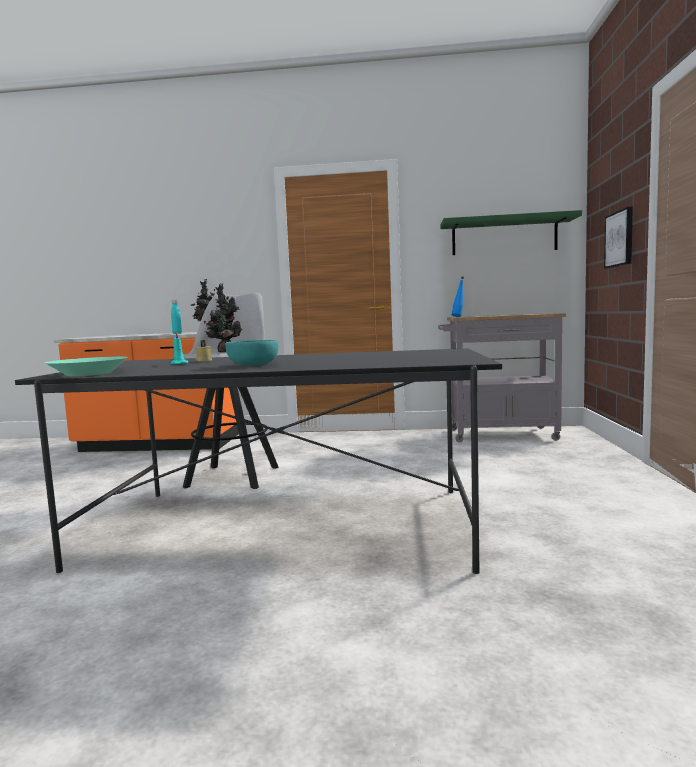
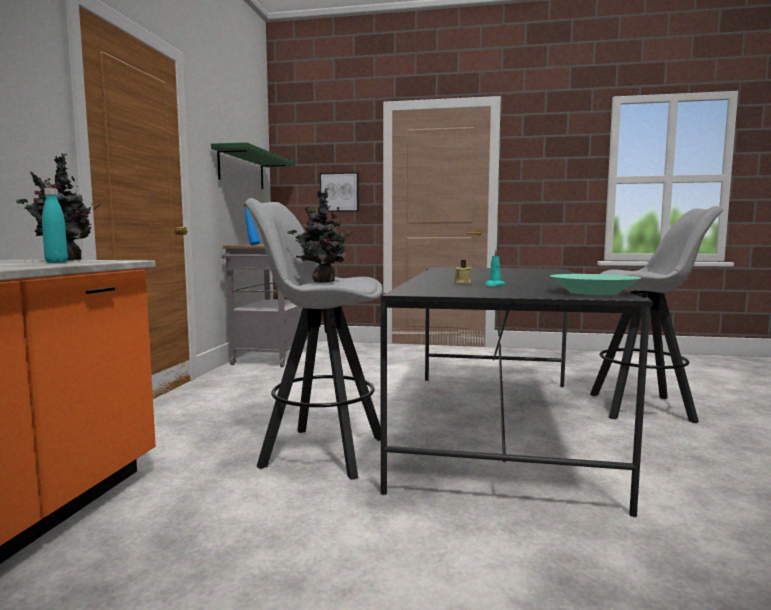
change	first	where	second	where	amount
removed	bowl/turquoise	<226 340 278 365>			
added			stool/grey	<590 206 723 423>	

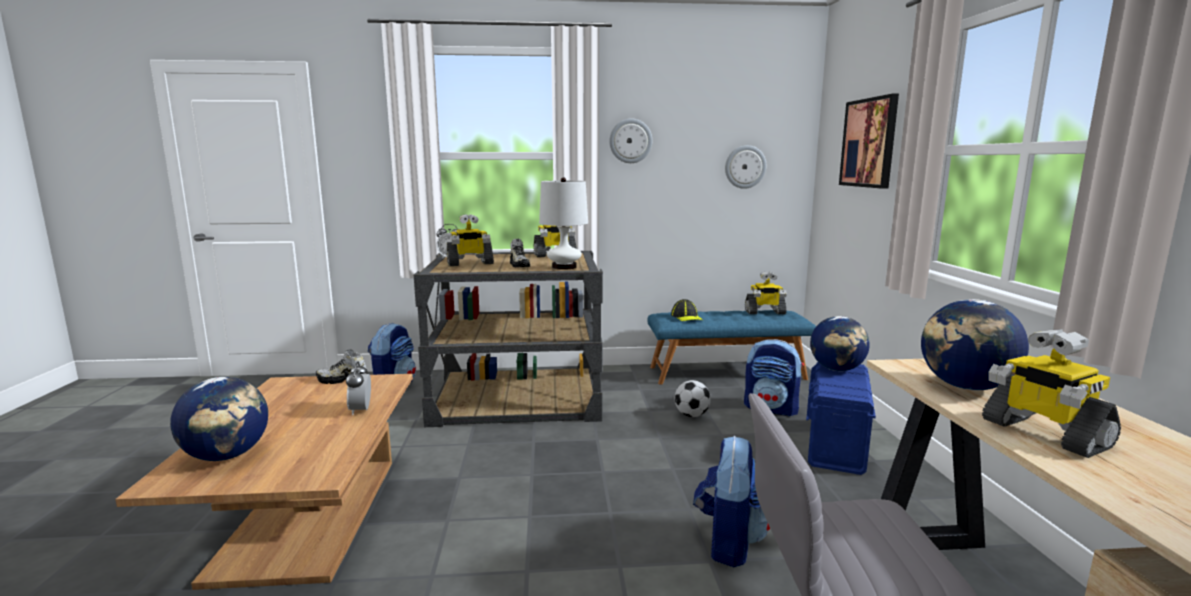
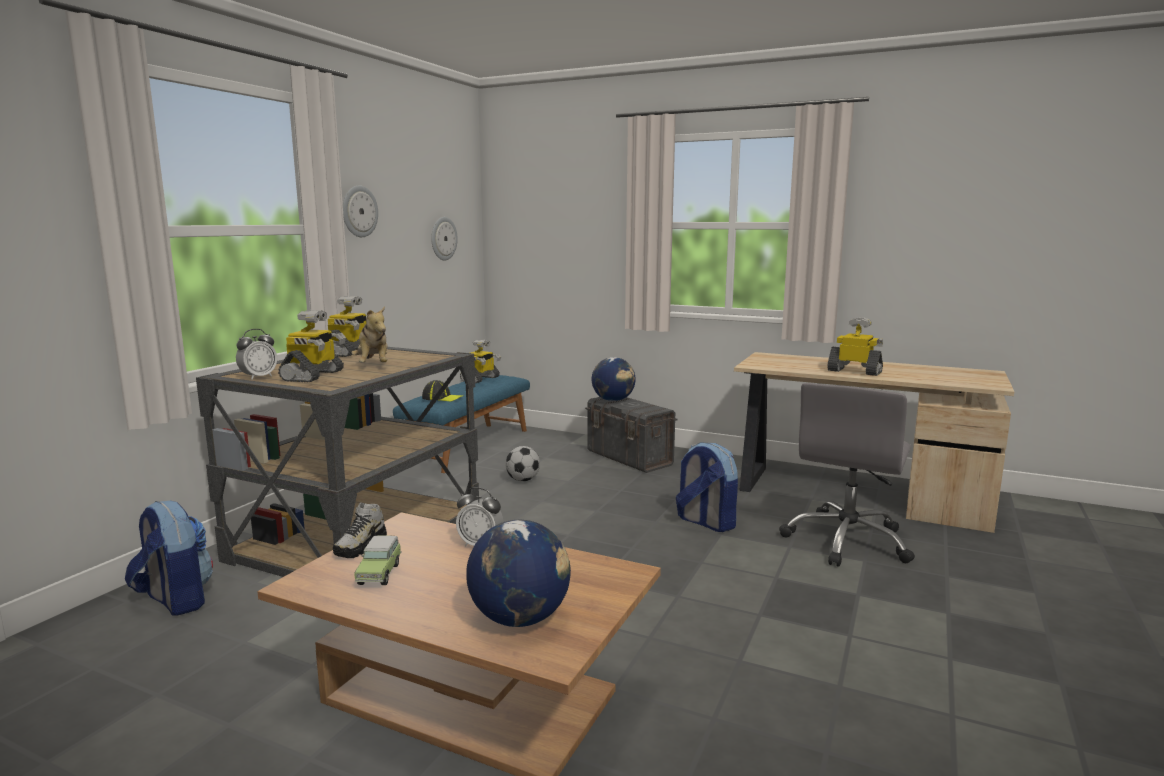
change	first	where	second	where	amount
removed	picture	<839 94 899 189>			
removed	table lamp/white	<539 177 588 270>			
replaced	shoe	<510 239 530 267>	plush toy	<351 306 387 362>	
removed	globe	<921 299 1029 391>			
turned	toy robot	<982 329 1121 458>		<827 317 883 376>	150 degrees counterclockwise
removed	backpack	<744 339 804 416>			
recoloured	storage box/blue	<806 362 876 475>	storage box/grey	<585 397 678 473>	
added			toy car	<354 535 402 585>	

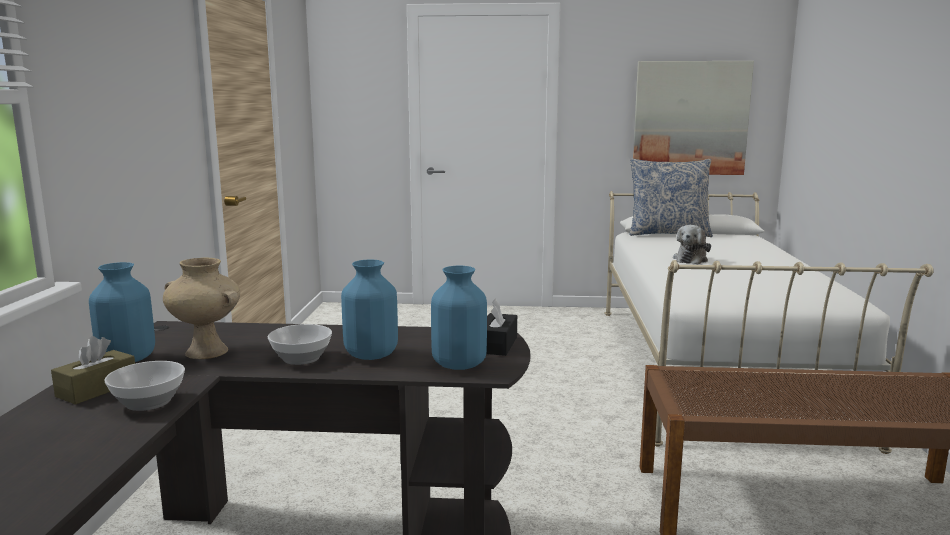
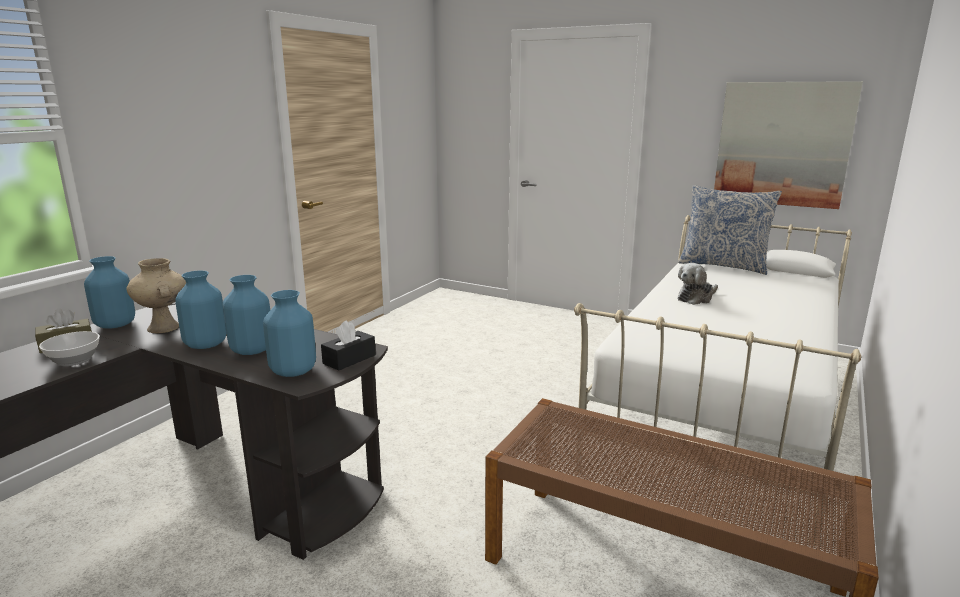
change	first	where	second	where	amount
replaced	bowl	<268 324 332 365>	vase/blue	<175 271 226 349>	

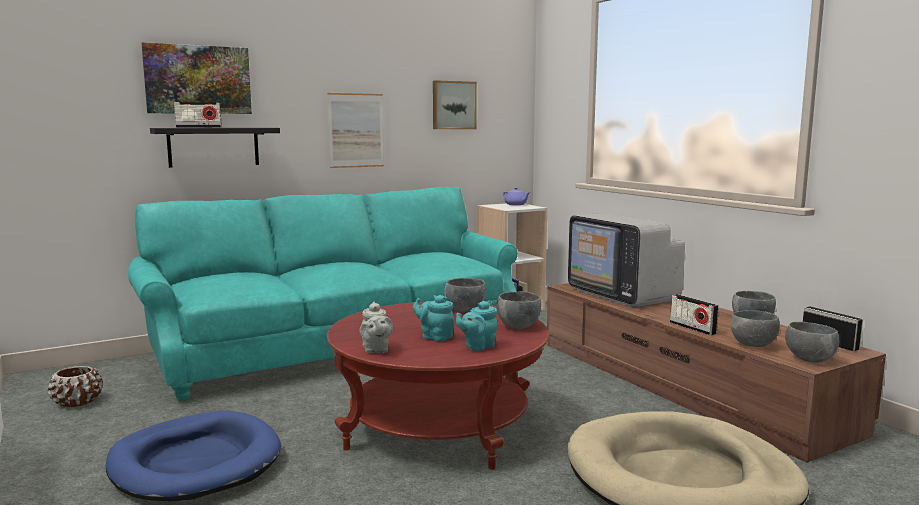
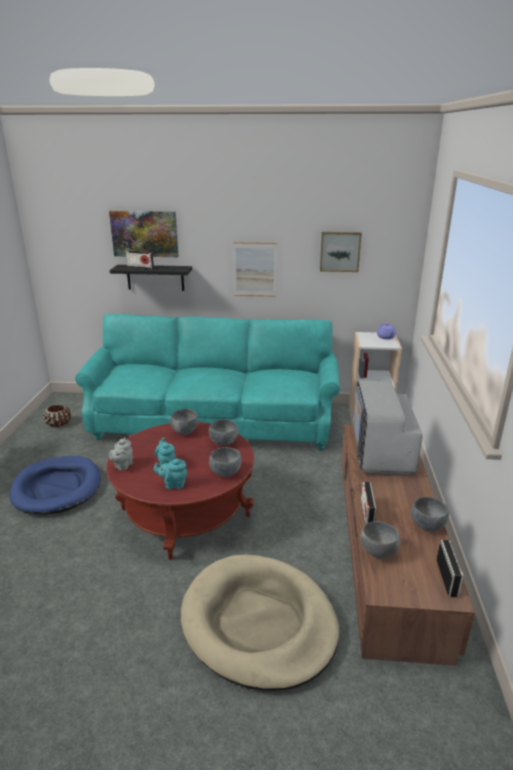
change	first	where	second	where	amount
moved	bowl/grey	<785 322 839 363>		<170 409 198 435>	

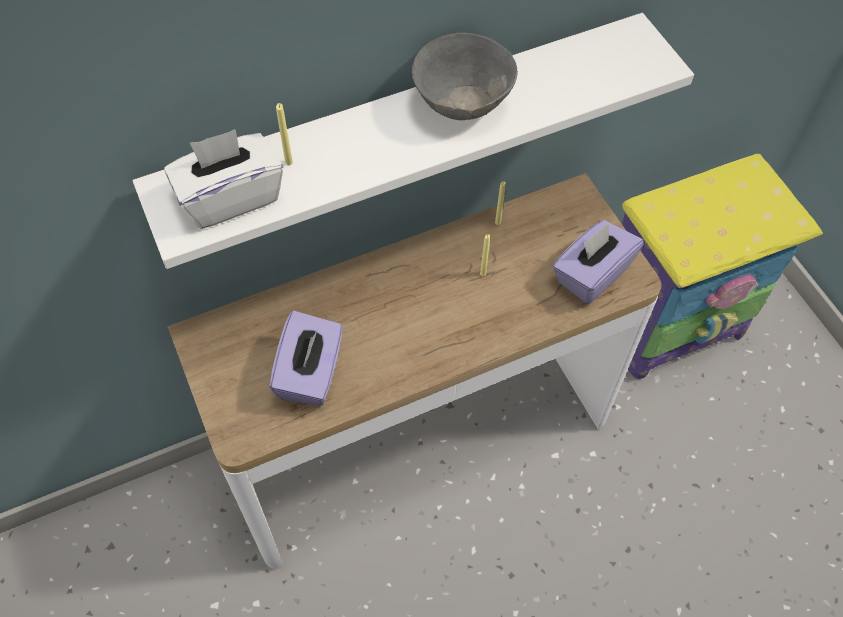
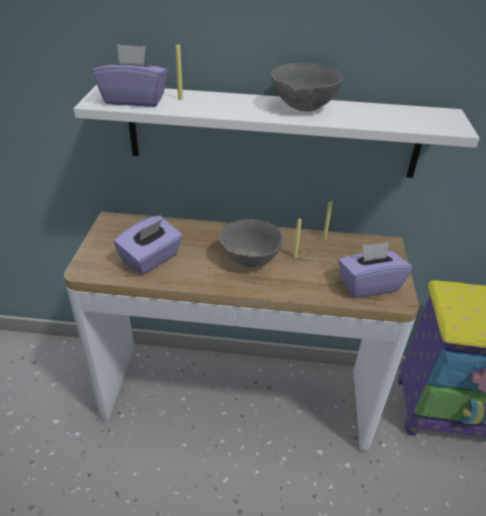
change	first	where	second	where	amount
recoloured	tissue box/white	<164 129 283 229>	tissue box/purple	<92 44 168 107>	
added			bowl/grey	<219 219 283 268>	

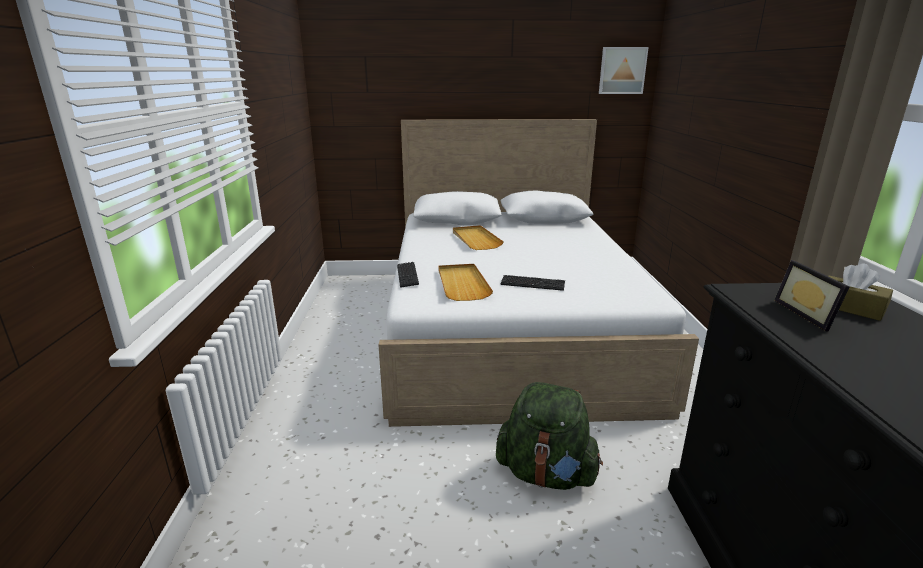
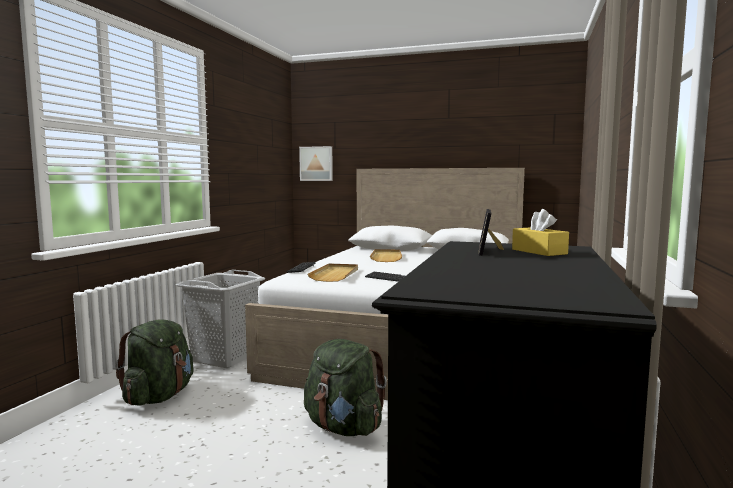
change	first	where	second	where	amount
moved	picture	<599 47 649 94>		<299 146 333 181>	
recoloured	tissue box/brown	<828 263 893 321>	tissue box/yellow	<512 209 569 256>	
added			laundry basket/grey	<175 269 266 368>	
added			backpack/green	<115 319 194 406>	

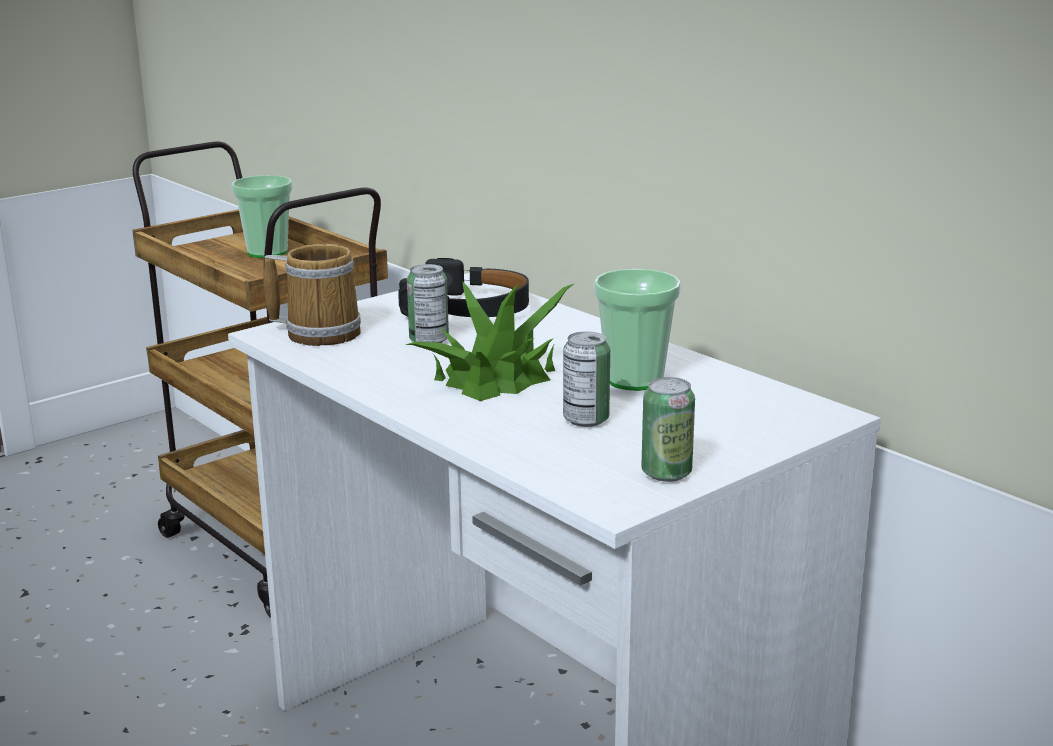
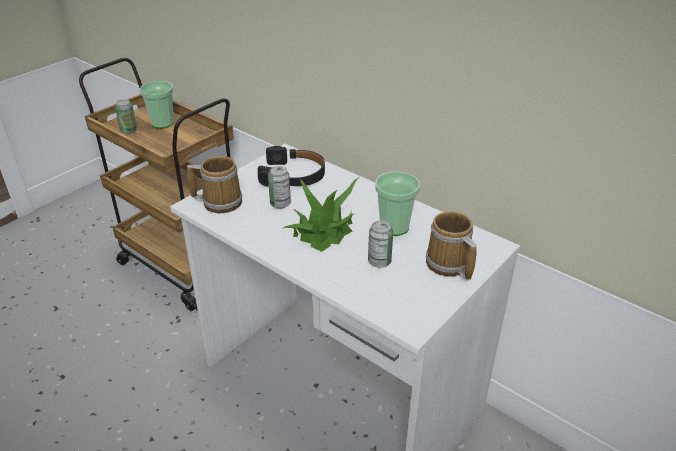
change	first	where	second	where	amount
moved	can	<641 377 695 482>		<115 99 137 134>	
added			mug	<426 211 476 280>	

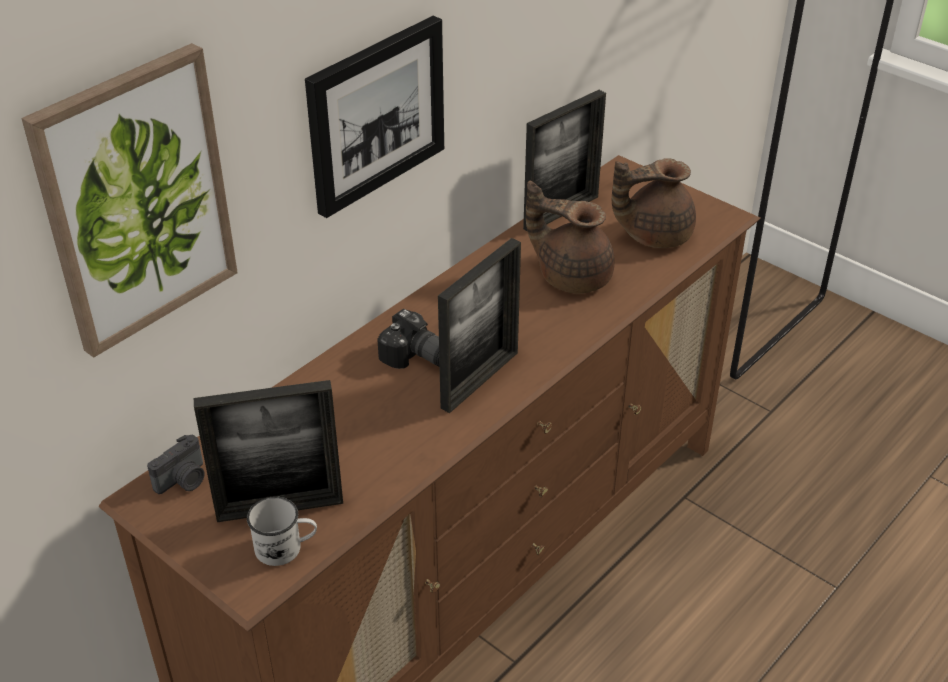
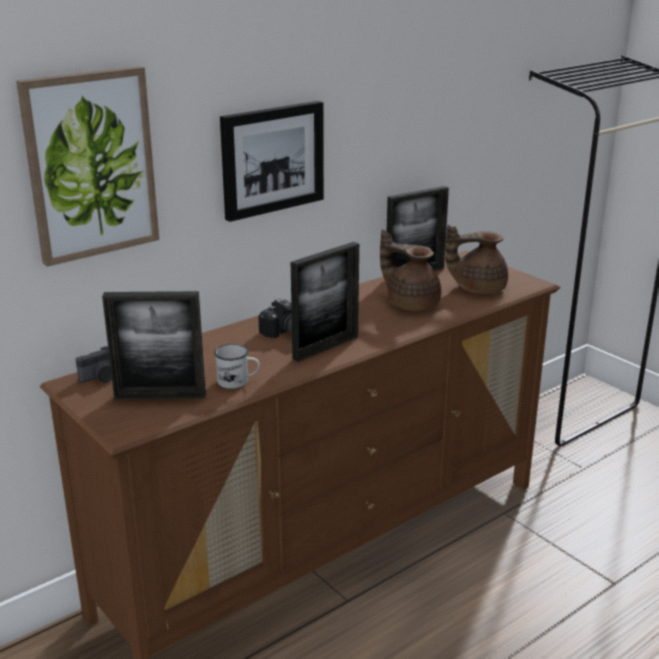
change	first	where	second	where	amount
moved	mug/white	<247 496 317 566>		<214 344 260 389>	

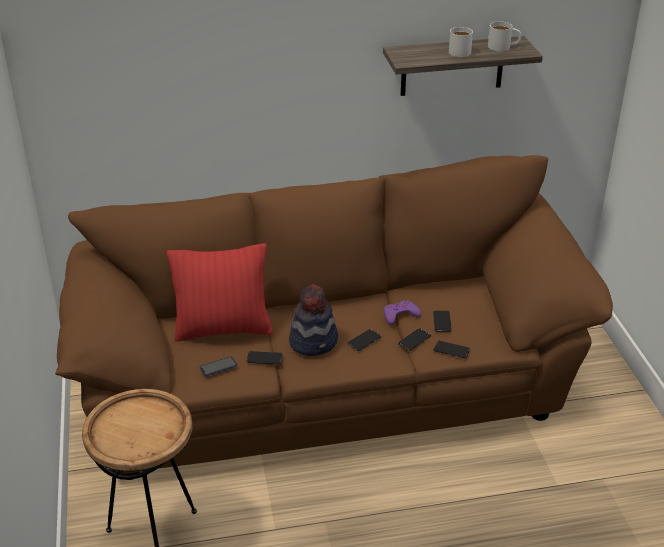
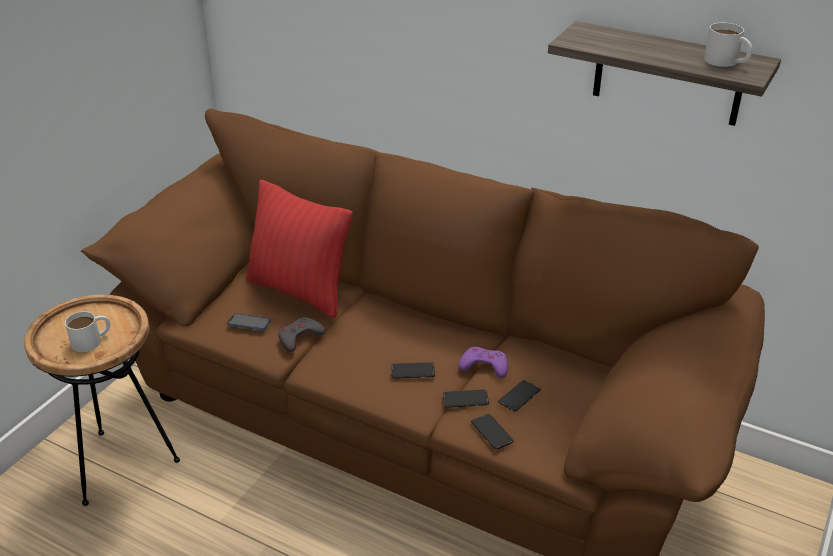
change	first	where	second	where	amount
moved	mug/white	<449 27 473 57>		<65 311 110 352>	
removed	hat	<289 284 338 356>			
replaced	phone	<247 351 283 365>	game controller/grey	<278 317 325 352>	

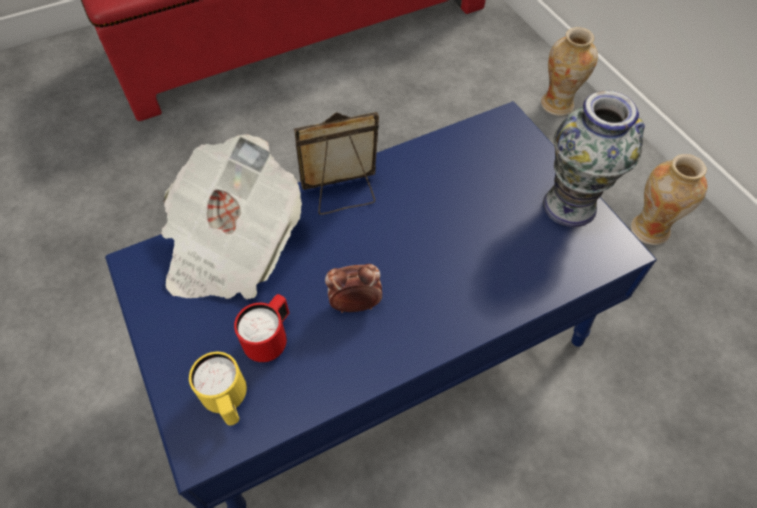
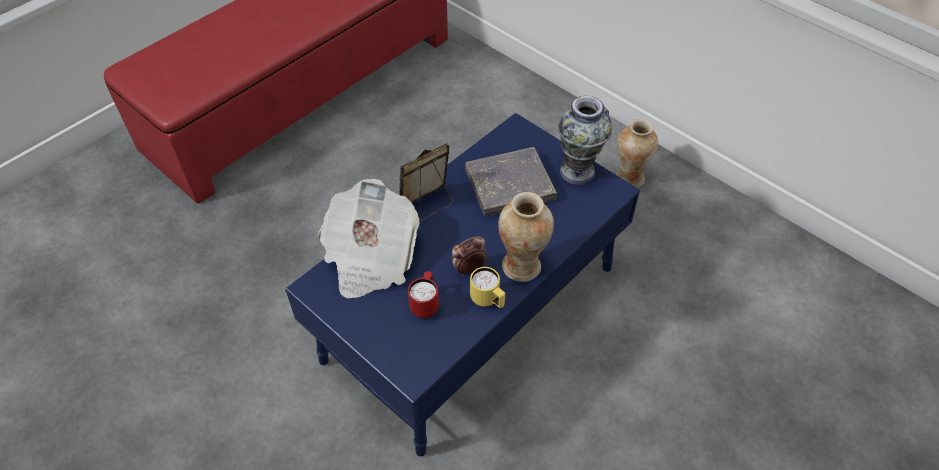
change	first	where	second	where	amount
moved	vase	<541 27 598 116>		<498 192 554 282>	
moved	mug/yellow	<189 352 247 426>		<470 267 505 308>	
added			book/grey	<465 147 557 216>	

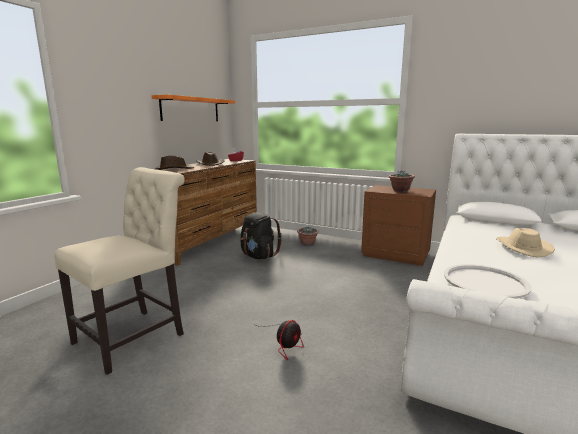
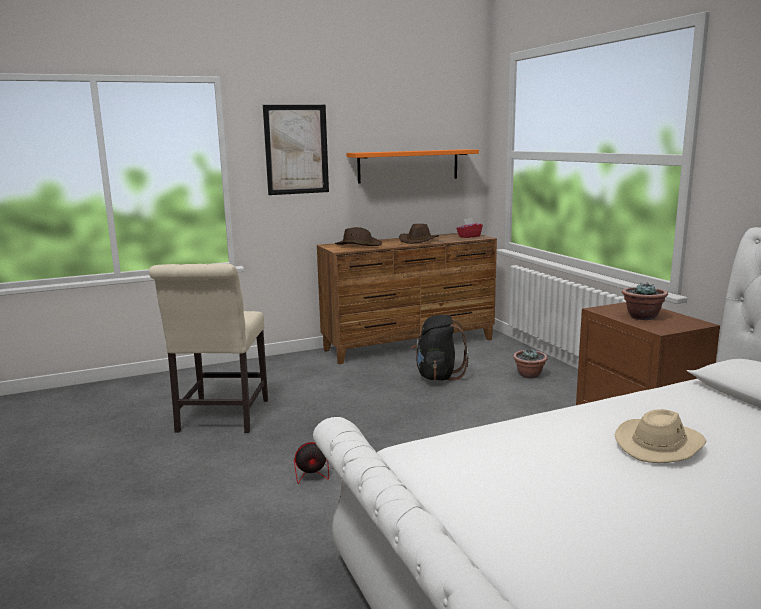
change	first	where	second	where	amount
turned	chair/beige	<54 167 185 375>		<149 264 268 433>	105 degrees clockwise
removed	tray/white	<444 264 532 299>			
added			picture	<263 105 329 195>	

